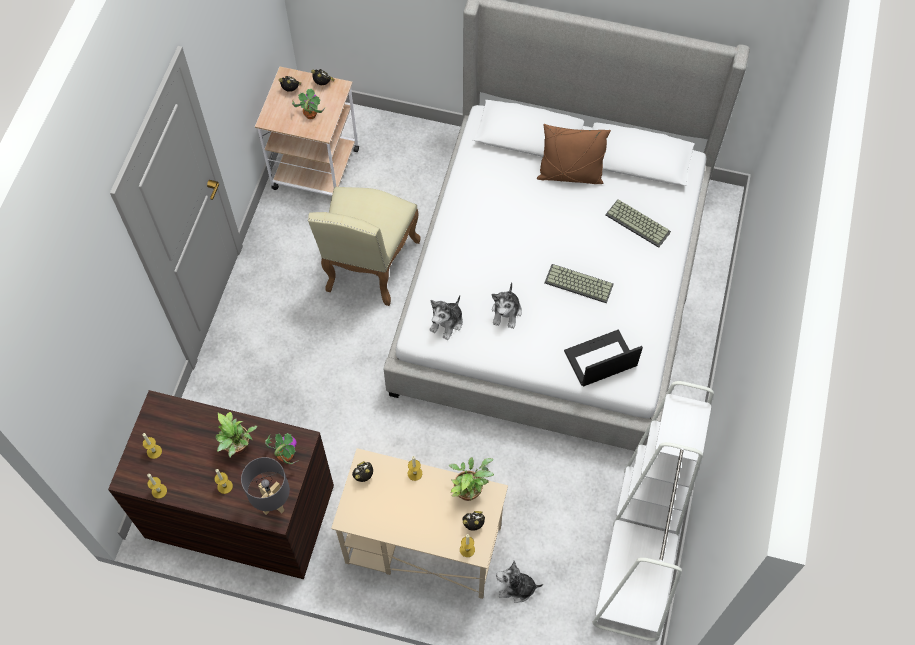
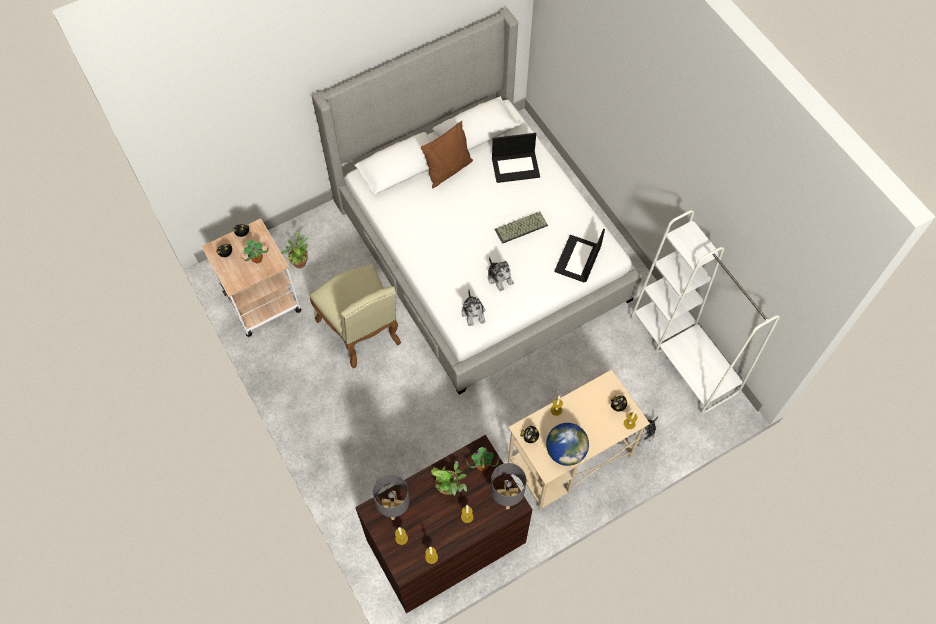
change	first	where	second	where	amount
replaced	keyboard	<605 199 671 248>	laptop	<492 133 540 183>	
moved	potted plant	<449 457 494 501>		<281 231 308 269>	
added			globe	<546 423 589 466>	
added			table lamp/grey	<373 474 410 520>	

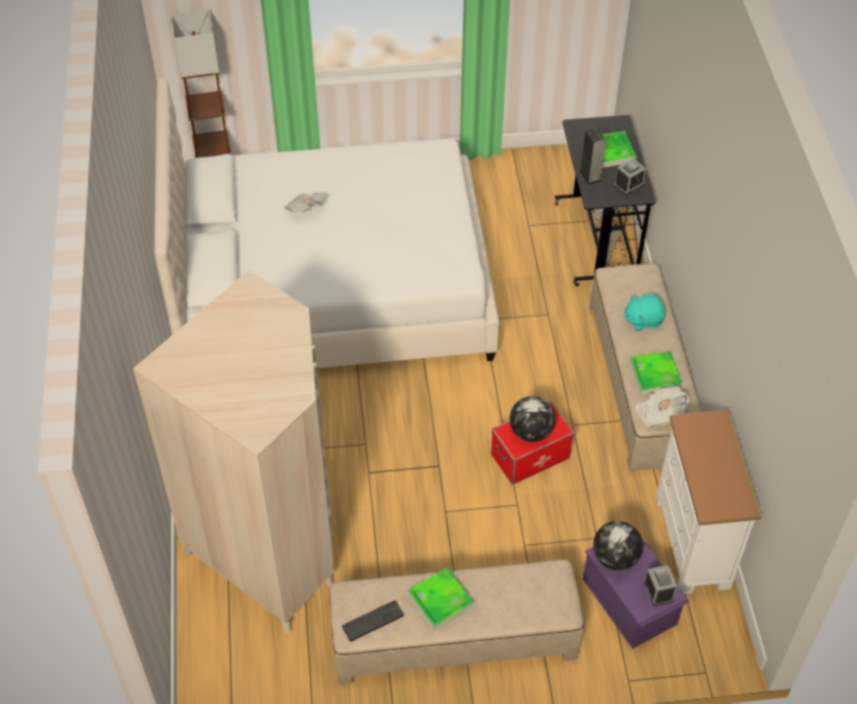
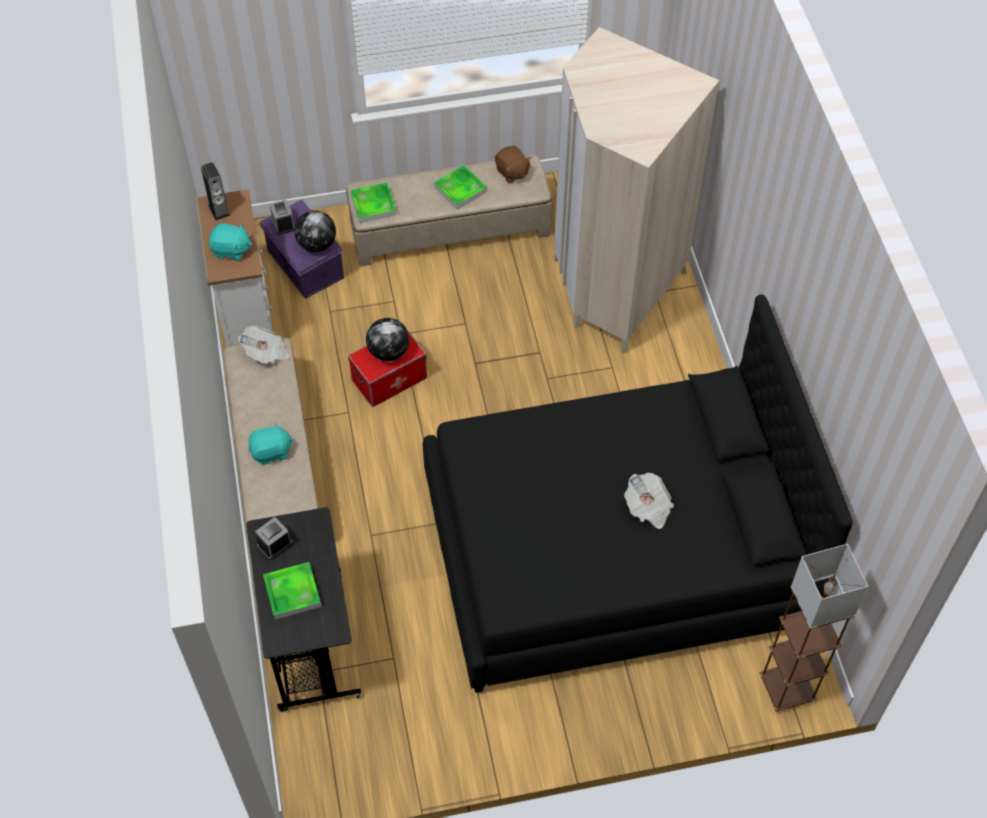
change	first	where	second	where	amount
recoloured	bed/white	<154 77 500 368>	bed/black	<423 294 853 693>	
moved	speaker	<579 127 606 185>		<201 162 230 220>	
moved	tray	<629 351 682 395>		<350 182 397 223>	
replaced	keyboard	<342 600 404 642>	plush toy/brown	<495 146 531 183>	
added			plush toy/turquoise	<209 223 252 261>	

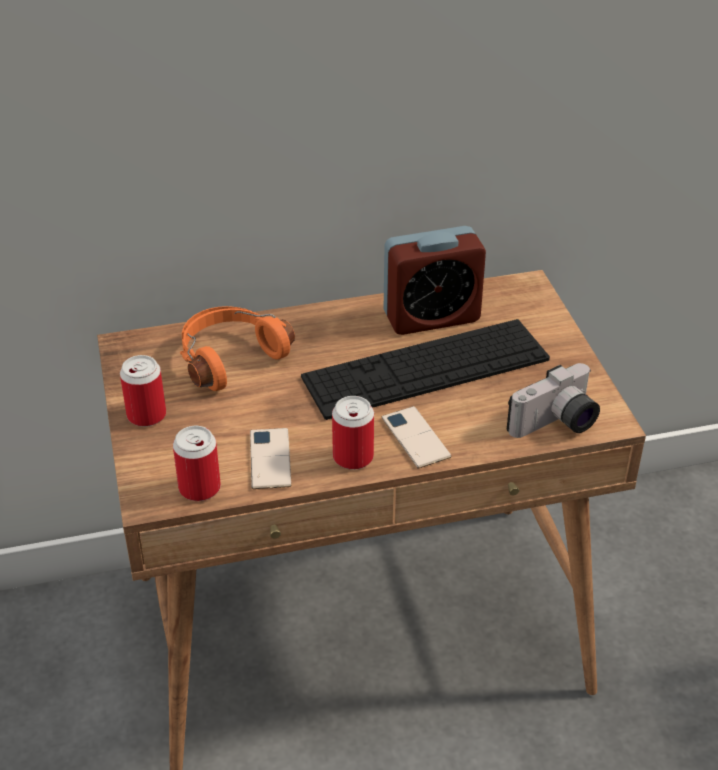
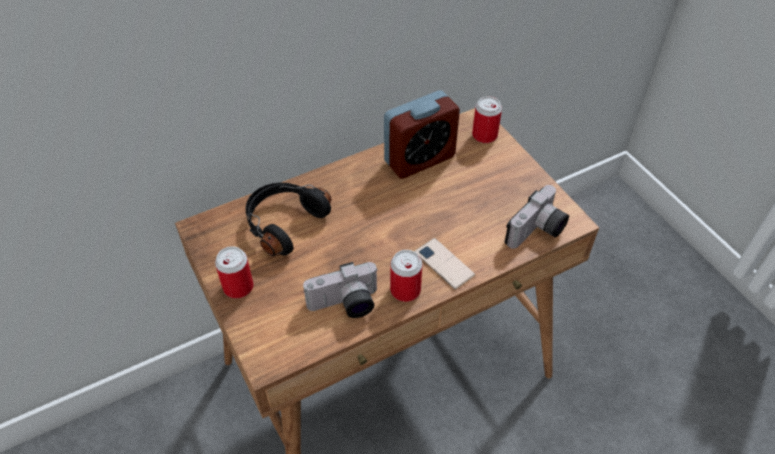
change	first	where	second	where	amount
recoloured	headphones/orange	<180 306 295 391>	headphones/black	<245 183 331 256>	
removed	keyboard	<301 319 550 420>			
moved	can	<173 426 221 501>		<472 96 502 143>	
replaced	phone	<250 428 291 489>	photo camera	<303 262 379 318>	

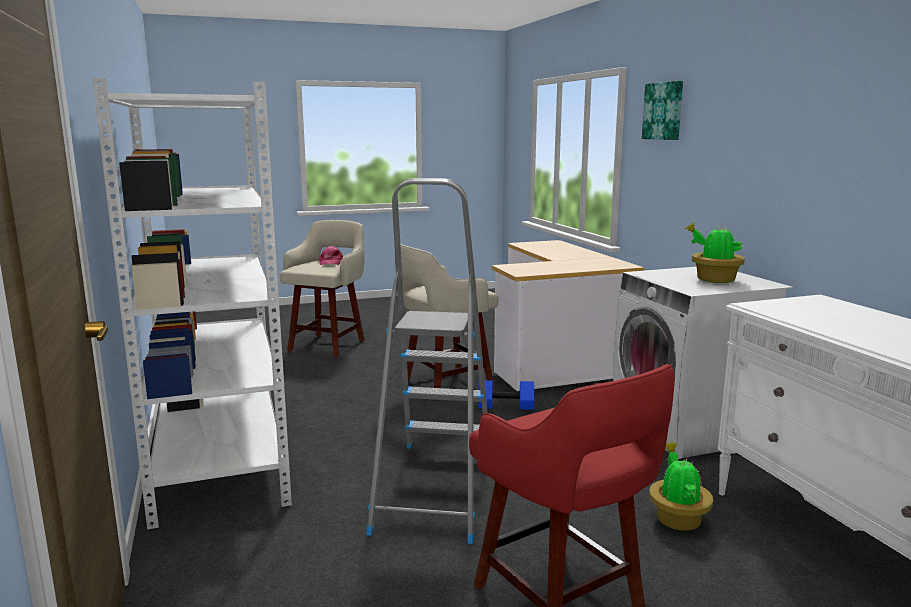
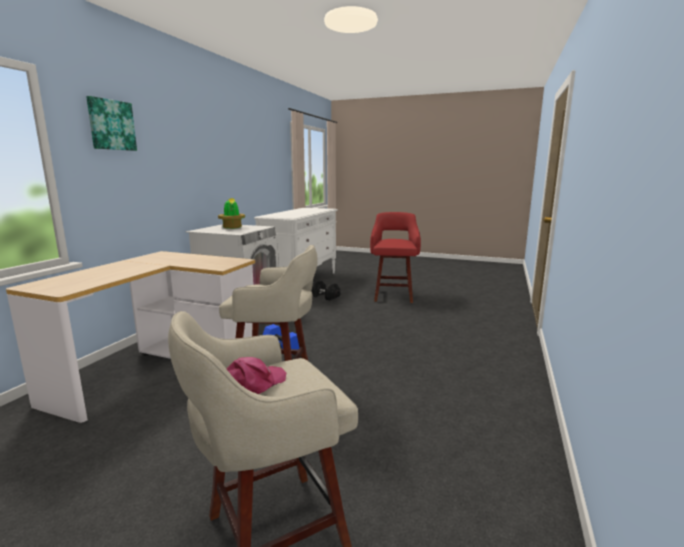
change	first	where	second	where	amount
removed	bookcase/white	<92 78 292 529>			
removed	step ladder/grey	<367 178 488 544>			
replaced	potted plant	<649 443 713 531>	dumbbell/black	<311 280 341 300>	

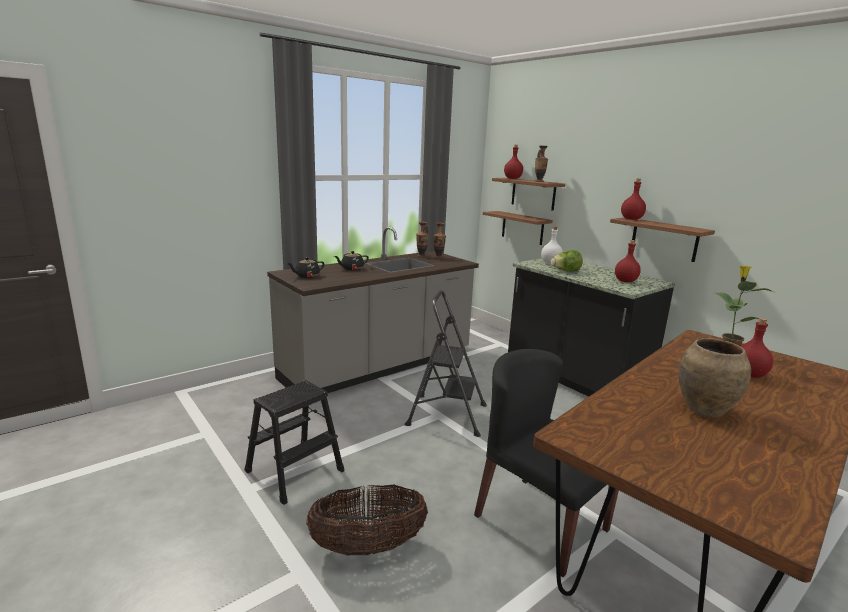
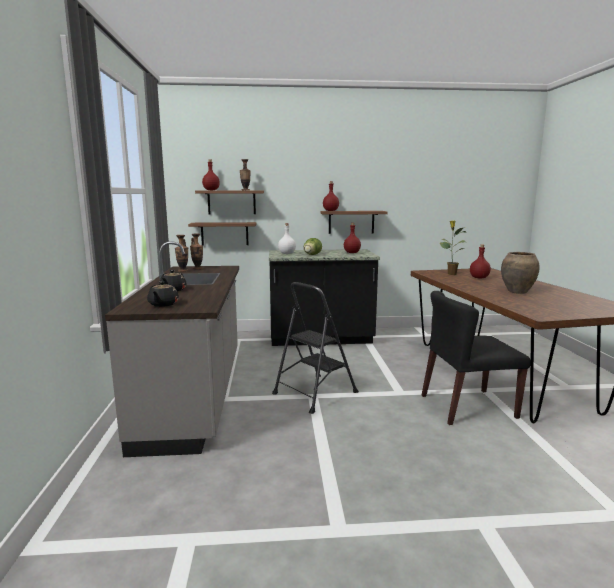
change	first	where	second	where	amount
removed	step ladder/black	<244 380 345 505>			
removed	basket	<306 485 428 556>			

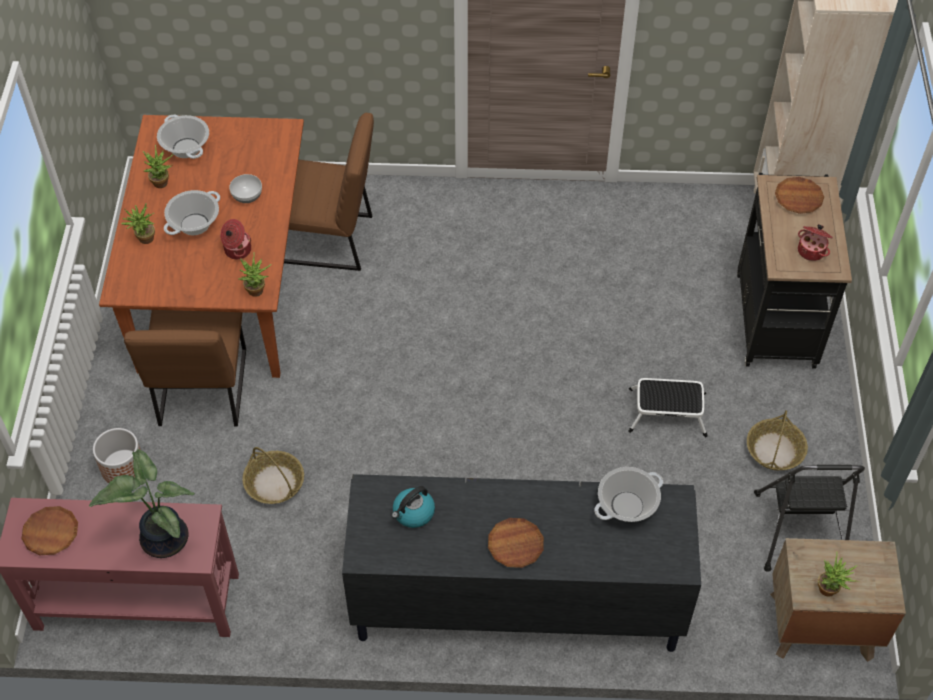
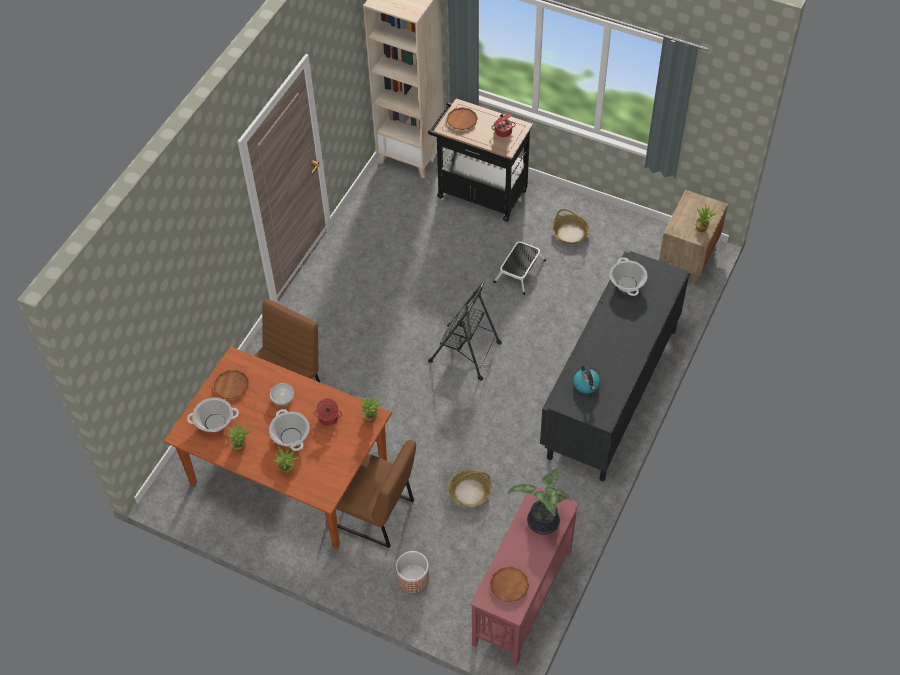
change	first	where	second	where	amount
moved	step ladder/black	<754 465 865 572>		<428 283 502 381>	
moved	plate/brown	<488 518 544 568>		<214 370 249 399>	

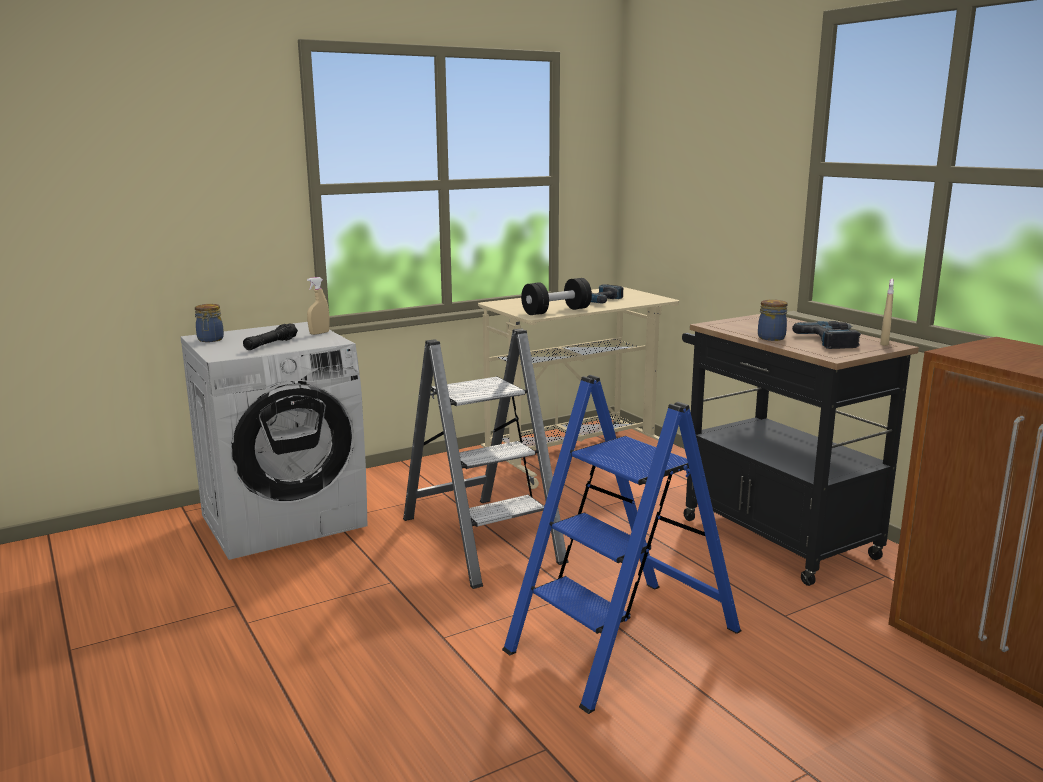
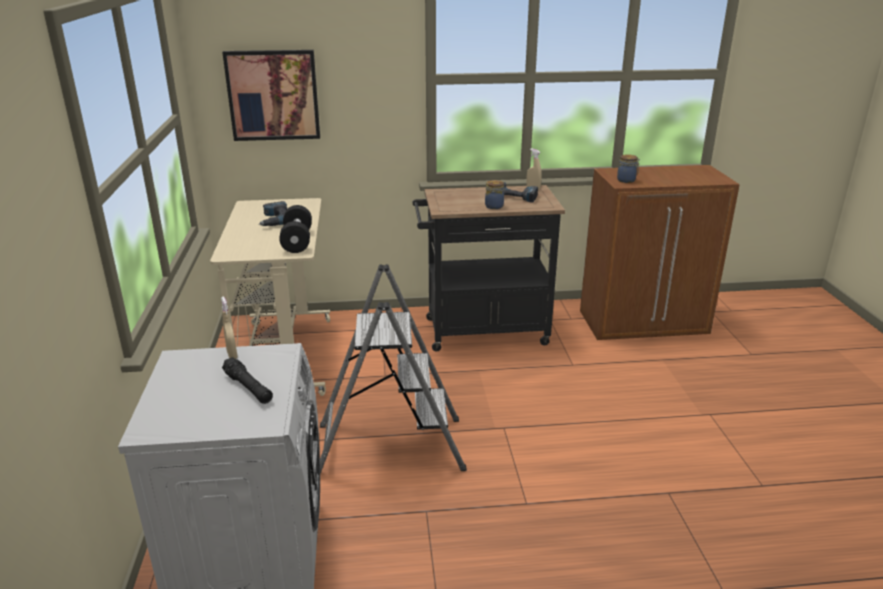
change	first	where	second	where	amount
moved	jar	<195 304 224 342>		<617 154 640 183>	
removed	step ladder/blue	<502 375 742 714>			
added			picture	<222 50 320 141>	

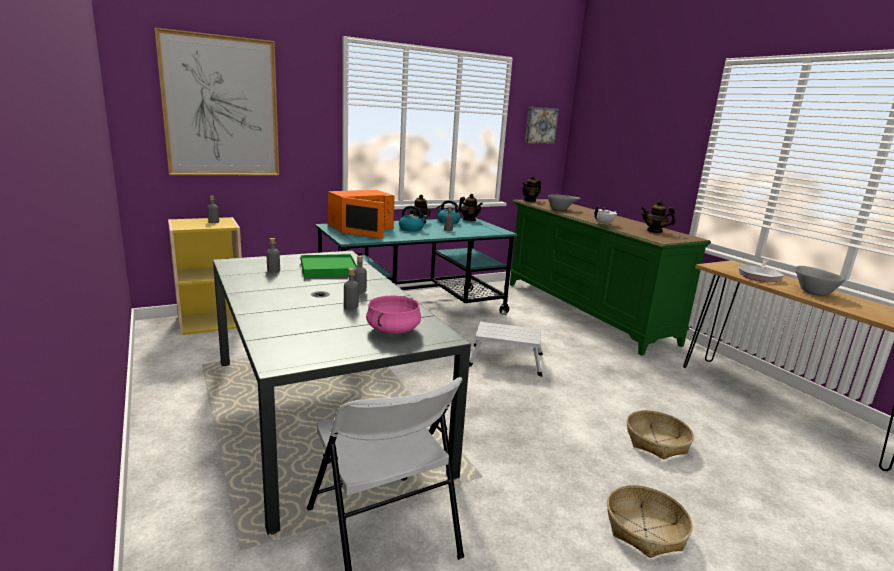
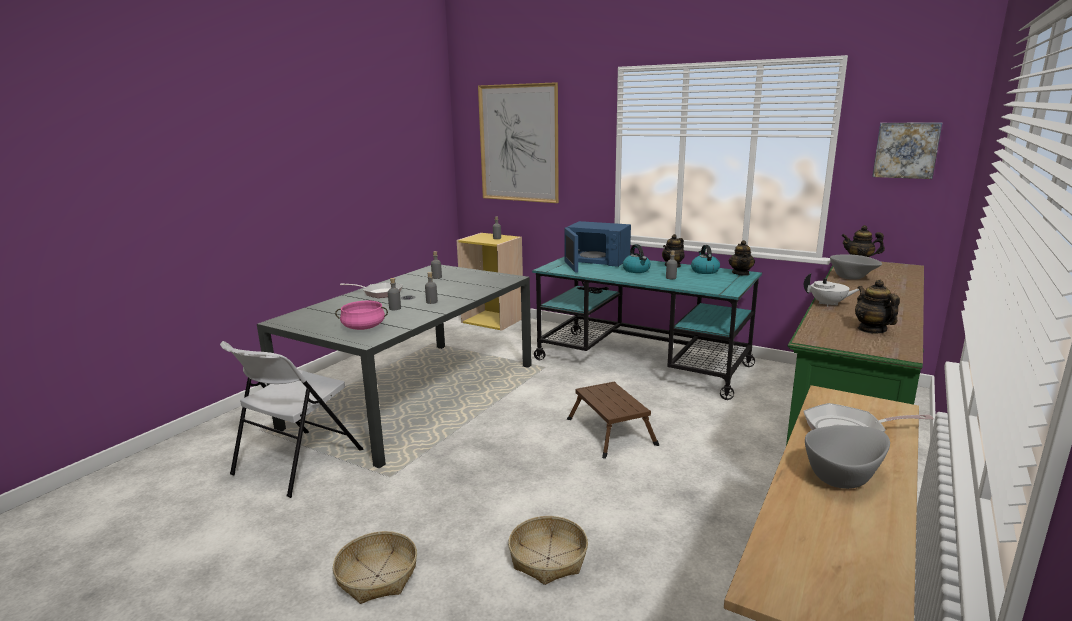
change	first	where	second	where	amount
recoloured	microwave/orange	<328 190 394 239>	microwave/blue	<564 221 631 273>	
removed	tray/green	<301 254 357 278>			
recoloured	step ladder/white	<469 321 543 377>	step ladder/brown	<566 381 660 459>	
added			frying pan	<340 282 403 298>	

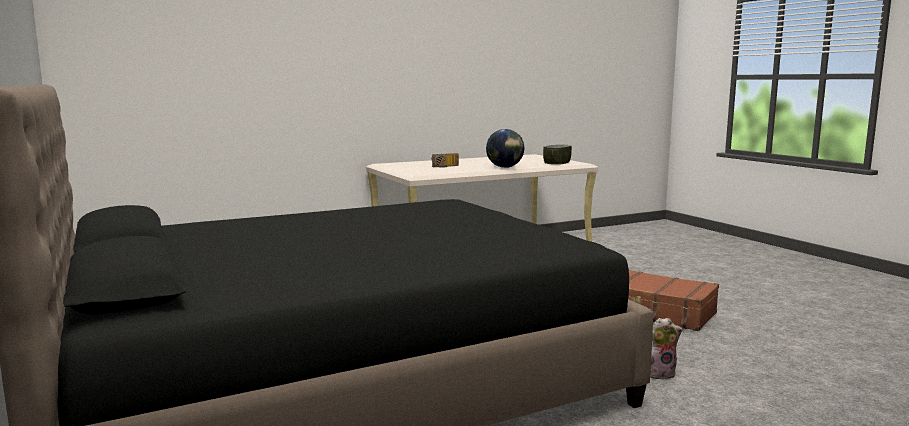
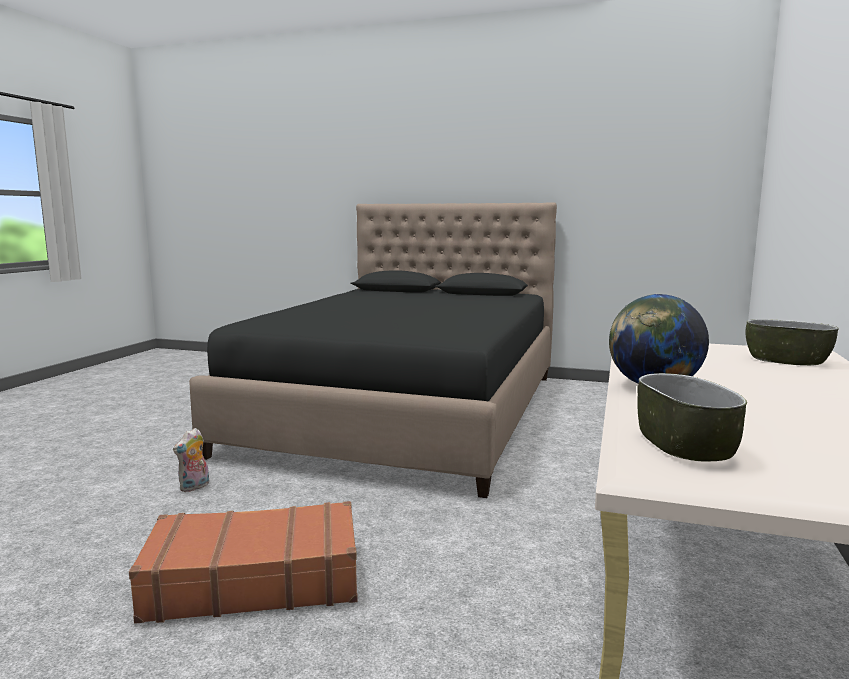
change	first	where	second	where	amount
removed	radio	<431 153 459 168>			
added			bowl	<746 319 839 366>	

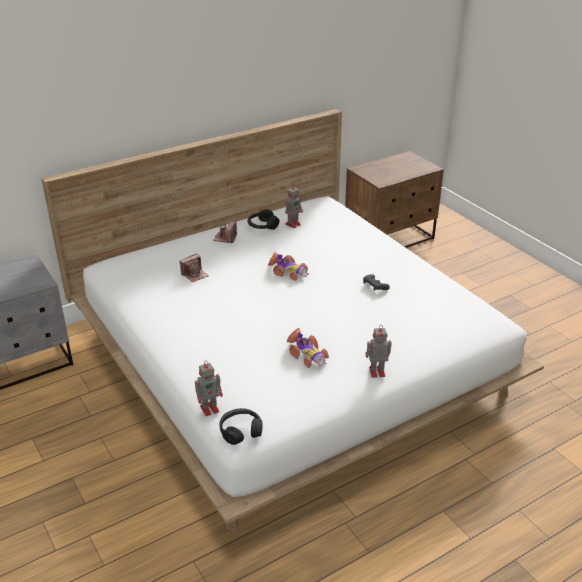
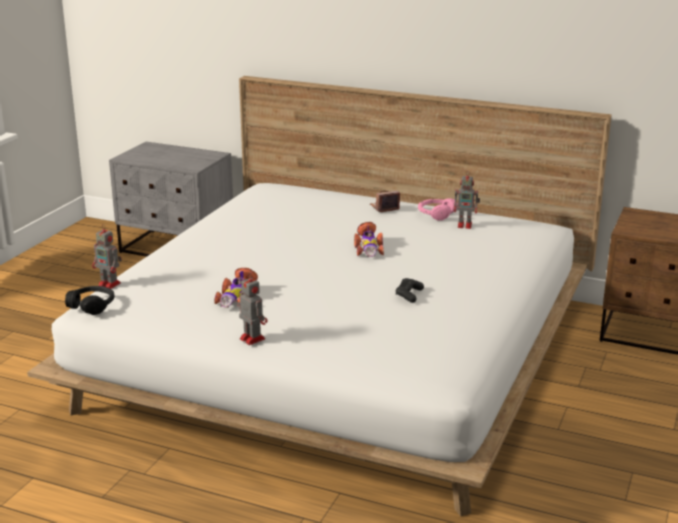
change	first	where	second	where	amount
recoloured	headphones/black	<248 209 280 230>	headphones/pink	<418 198 457 221>	
removed	photo camera	<180 254 209 282>			

